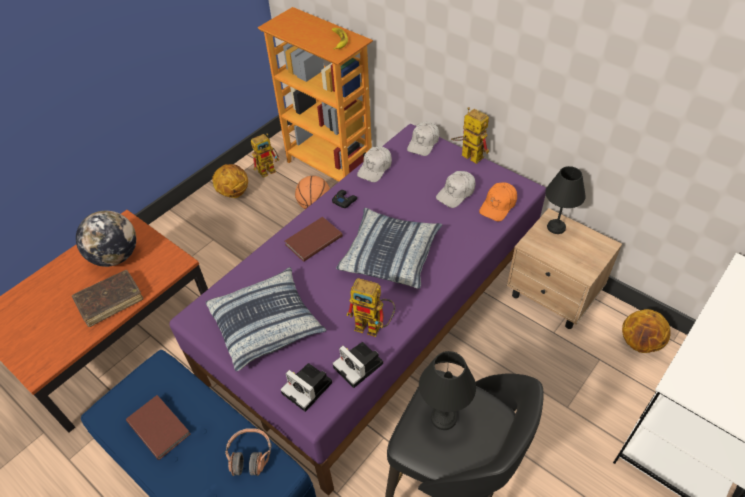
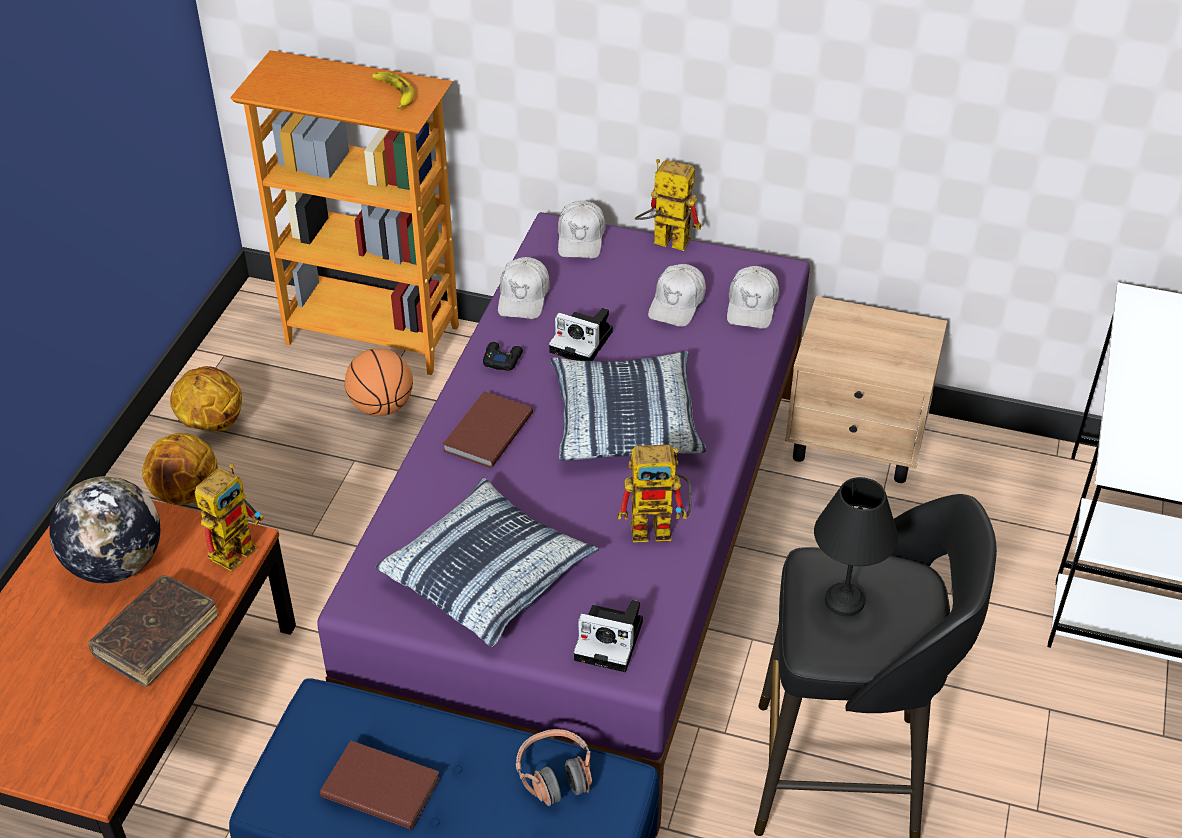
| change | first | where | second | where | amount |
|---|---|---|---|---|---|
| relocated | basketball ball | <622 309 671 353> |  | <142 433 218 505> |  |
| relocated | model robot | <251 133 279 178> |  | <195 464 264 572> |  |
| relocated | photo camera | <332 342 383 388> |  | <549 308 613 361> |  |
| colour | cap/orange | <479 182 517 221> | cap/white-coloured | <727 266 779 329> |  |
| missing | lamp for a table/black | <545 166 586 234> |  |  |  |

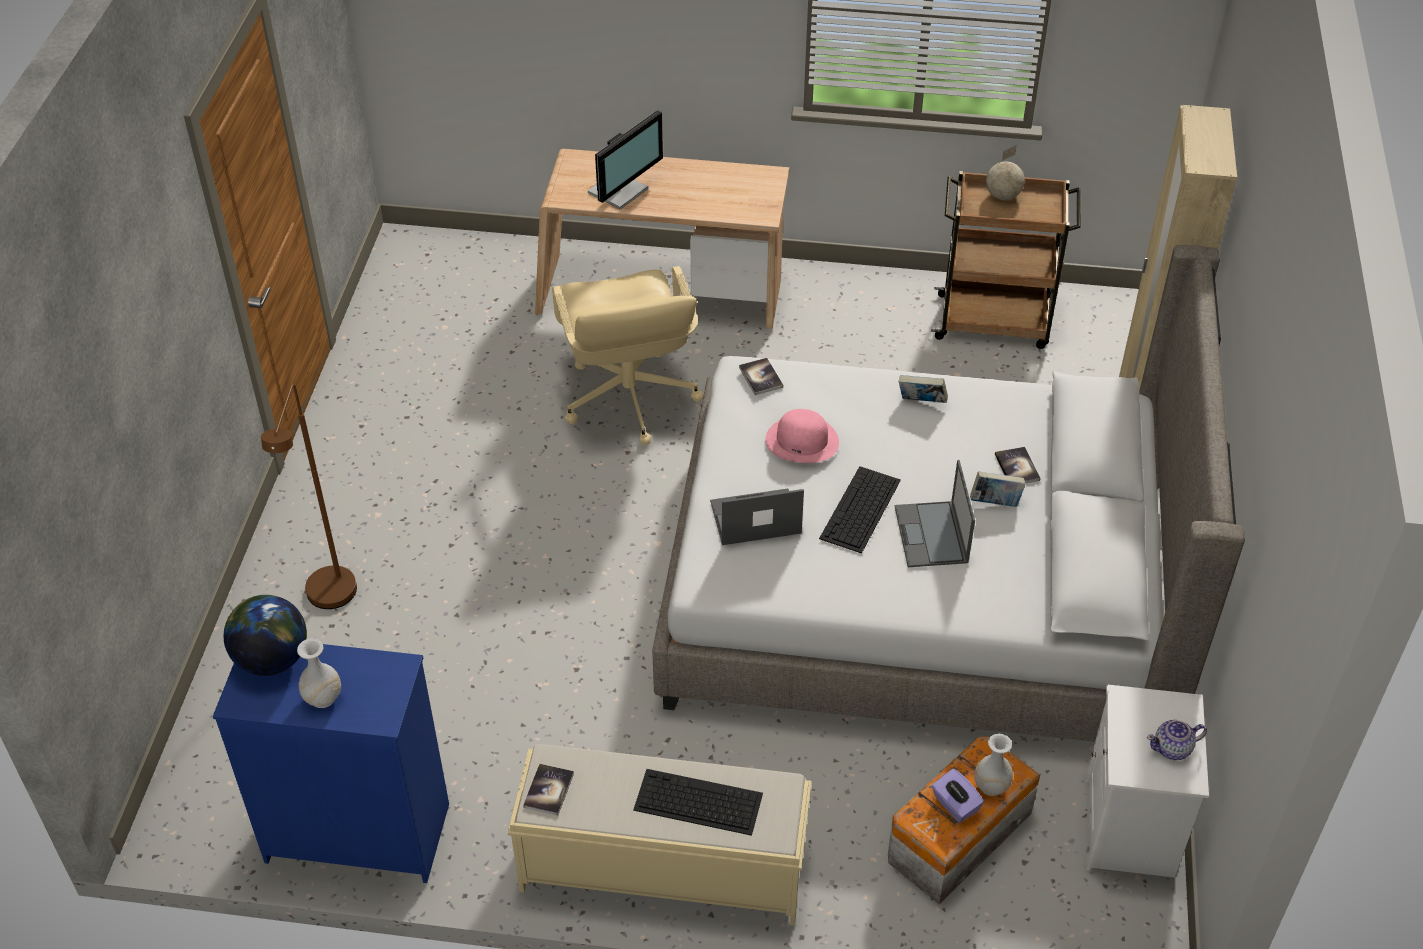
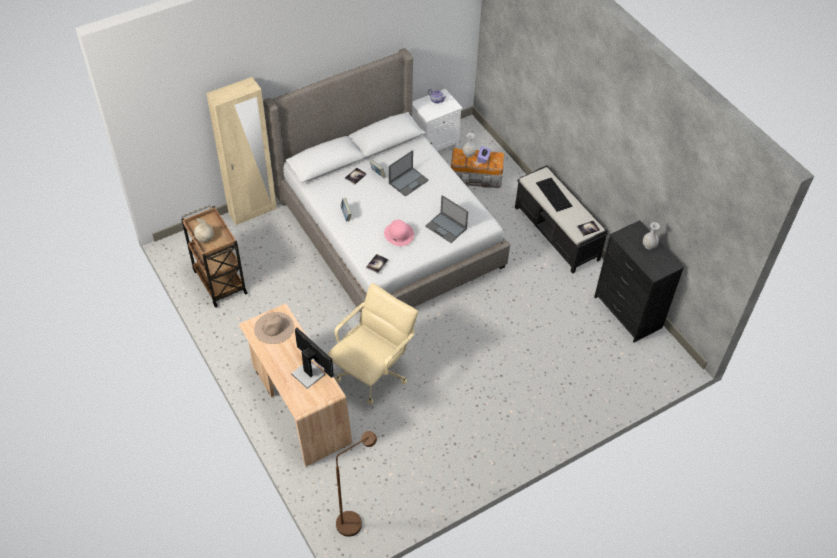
| change | first | where | second | where | amount |
|---|---|---|---|---|---|
| appeared |  |  | wearable hat/sand-coloured | <254 312 294 344> |  |
| spun | monitor | <588 110 663 209> |  | <291 328 334 389> | 45 degrees clockwise |
| relocated | standard lamp/brownish | <261 384 357 609> |  | <336 431 377 537> |  |
| colour | indoor bench/sand-coloured | <507 744 811 926> | indoor bench/black | <515 165 608 274> |  |
| colour | drawer chest/blue | <213 644 449 883> | drawer chest/black | <594 220 685 343> |  |
| missing | globe | <223 595 307 676> |  |  |  |
| missing | keyboard | <819 466 901 554> |  |  |  |

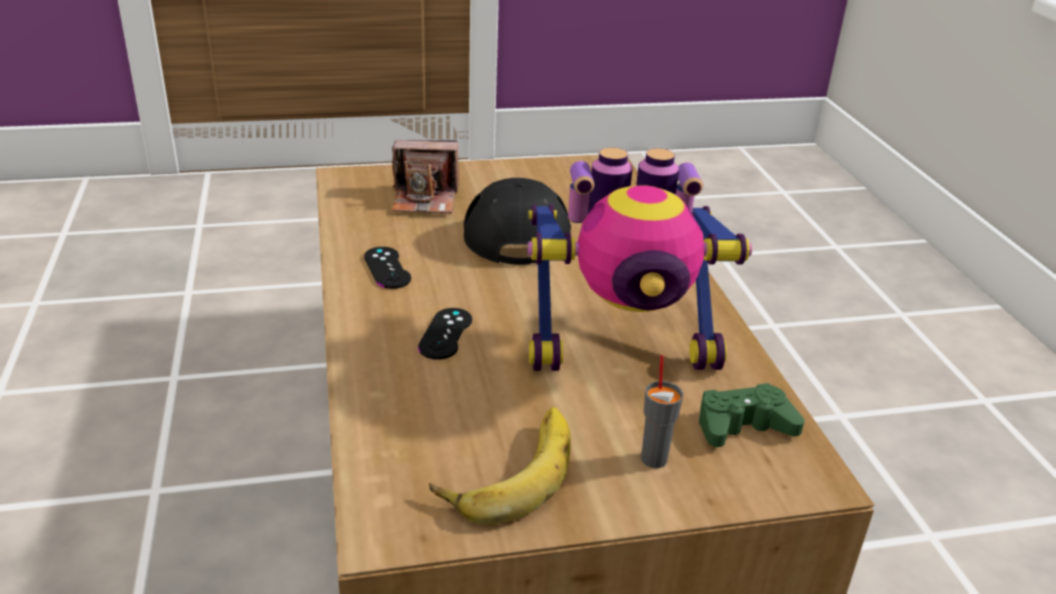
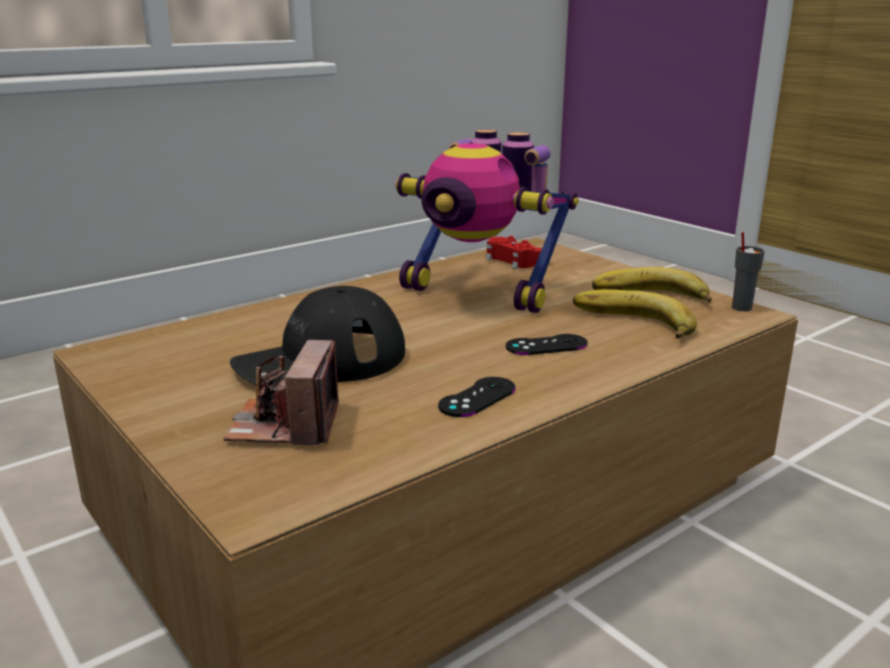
| change | first | where | second | where | amount |
|---|---|---|---|---|---|
| spun | photo camera | <392 140 459 214> |  | <223 340 339 445> | 150 degrees counterclockwise |
| spun | model robot | <528 147 752 371> |  | <395 129 579 313> | 150 degrees clockwise |
| colour | game controller/green-coloured | <699 383 805 447> | game controller/red-coloured | <486 236 542 269> |  |
| appeared |  |  | whole banana | <573 289 697 339> |  |
| relocated | small cup/greyish | <641 355 683 468> |  | <732 232 765 311> |  |

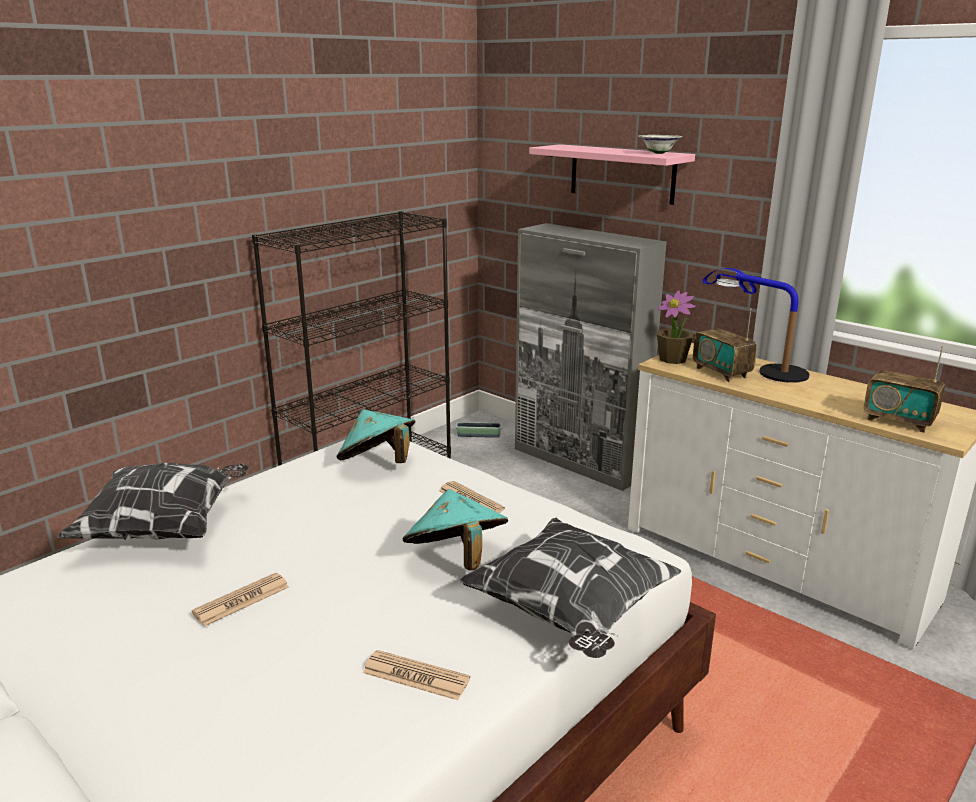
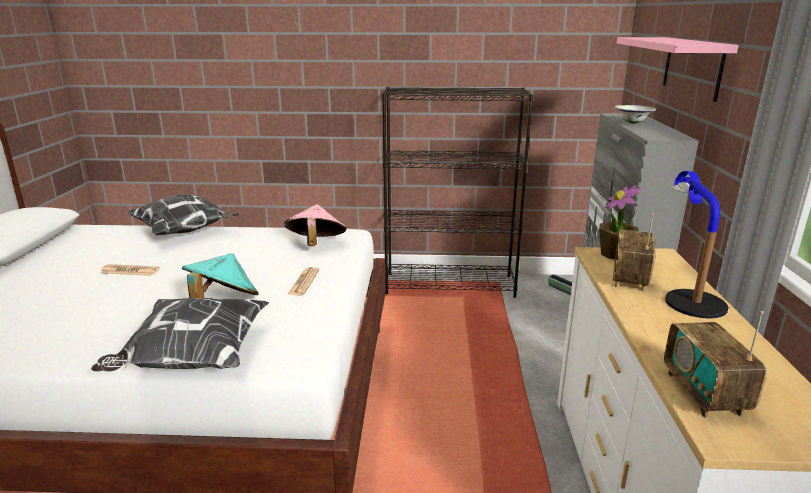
| change | first | where | second | where | amount |
|---|---|---|---|---|---|
| colour | wearable hat/blue-green | <337 409 415 463> | wearable hat/pinkish | <284 204 347 246> |  |
| relocated | deep dish/white-coloured | <639 135 682 154> |  | <615 105 656 123> |  |
| missing | newspaper | <363 650 470 700> |  |  |  |

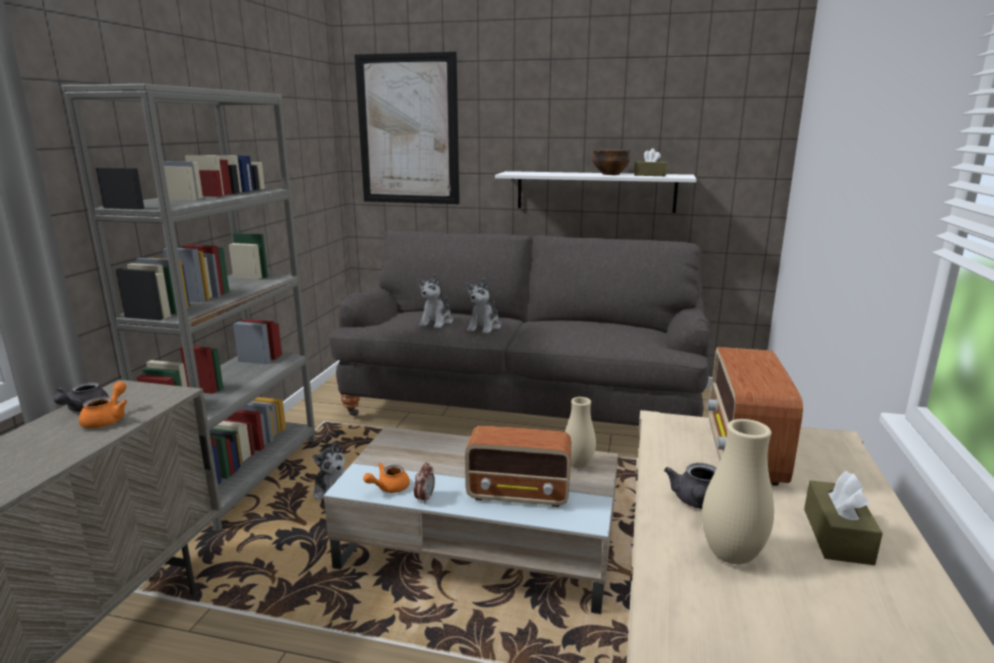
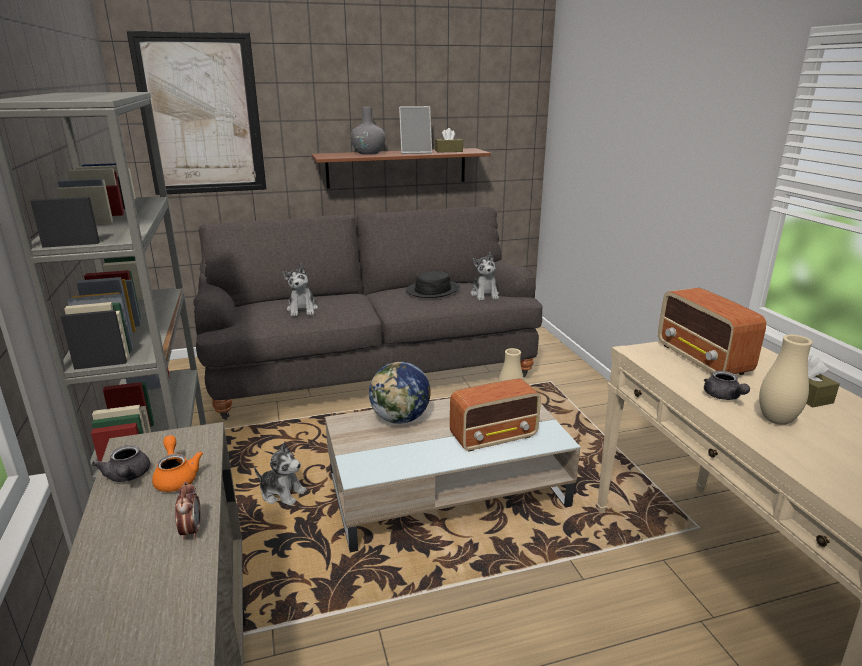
| change | first | where | second | where | amount |
|---|---|---|---|---|---|
| relocated | alarm clock | <414 463 435 504> |  | <175 482 201 539> |  |
| colour | wall shelf/white-coloured | <495 171 697 213> | wall shelf/brownish | <312 148 491 189> |  |
| appeared |  |  | decorative vase/greyish | <350 107 386 155> |  |
| appeared |  |  | globe | <369 362 431 424> |  |
| exchanged | deep dish | <592 149 630 175> | picture frame | <399 106 432 154> |  |
| appeared |  |  | wearable hat/black | <406 271 460 298> |  |
| relocated | plush toy | <466 278 501 333> |  | <471 252 499 301> |  |
| missing | teapot/orange | <363 462 410 493> |  |  |  |

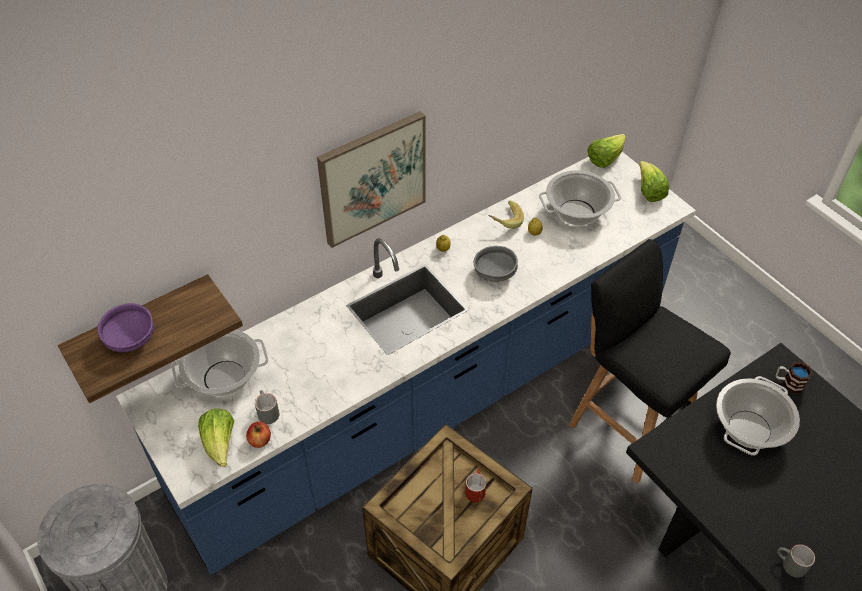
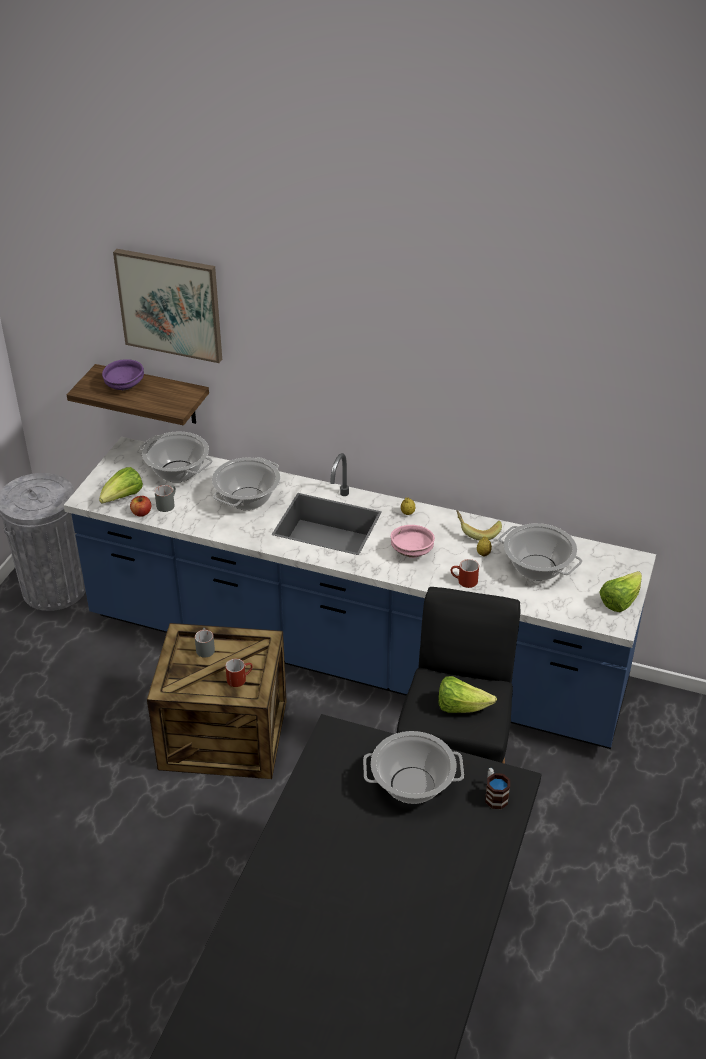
| change | first | where | second | where | amount |
|---|---|---|---|---|---|
| relocated | wall picture | <317 111 426 248> |  | <113 249 222 363> |  |
| relocated | mug/greyish | <777 544 815 578> |  | <195 628 215 658> |  |
| appeared |  |  | cooking pot | <212 457 280 510> |  |
| colour | deep dish/greyish | <474 246 518 282> | deep dish/pinkish | <391 525 435 558> |  |
| relocated | head of lettuce | <587 134 626 168> |  | <438 676 497 713> |  |
| appeared |  |  | mug/red-coloured | <451 559 479 588> |  |

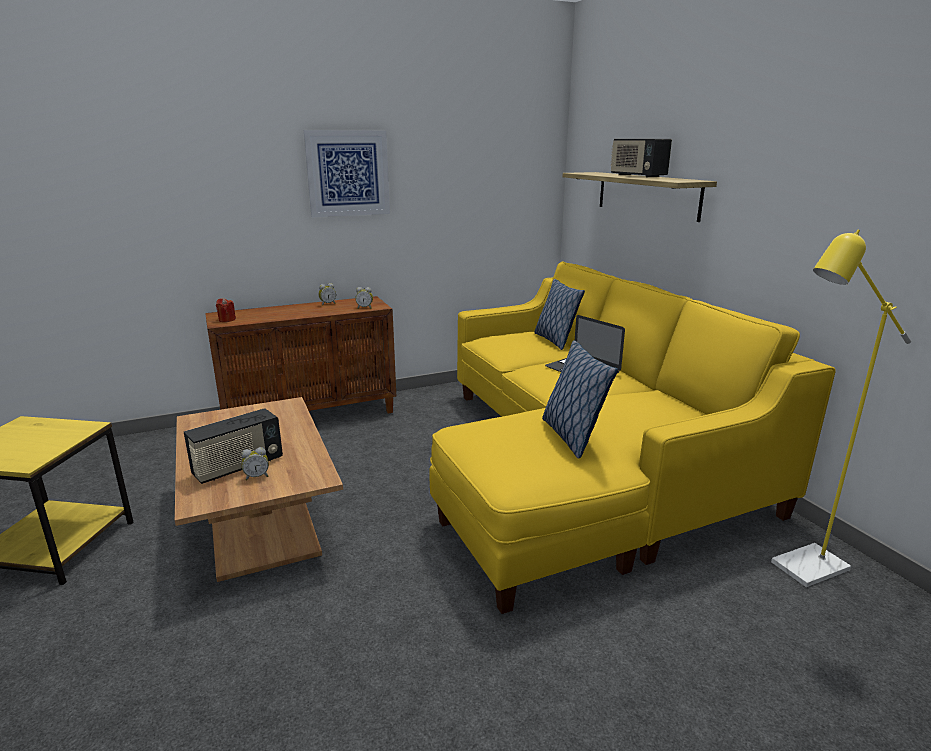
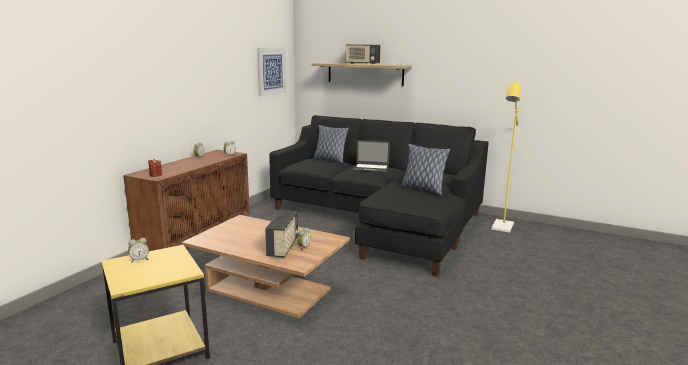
| change | first | where | second | where | amount |
|---|---|---|---|---|---|
| appeared |  |  | alarm clock | <128 238 149 263> |  |
| relocated | wall picture | <304 130 390 217> |  | <257 48 287 97> |  |
| colour | sofa/yellowish | <430 262 836 614> | sofa/black | <269 115 489 276> |  |

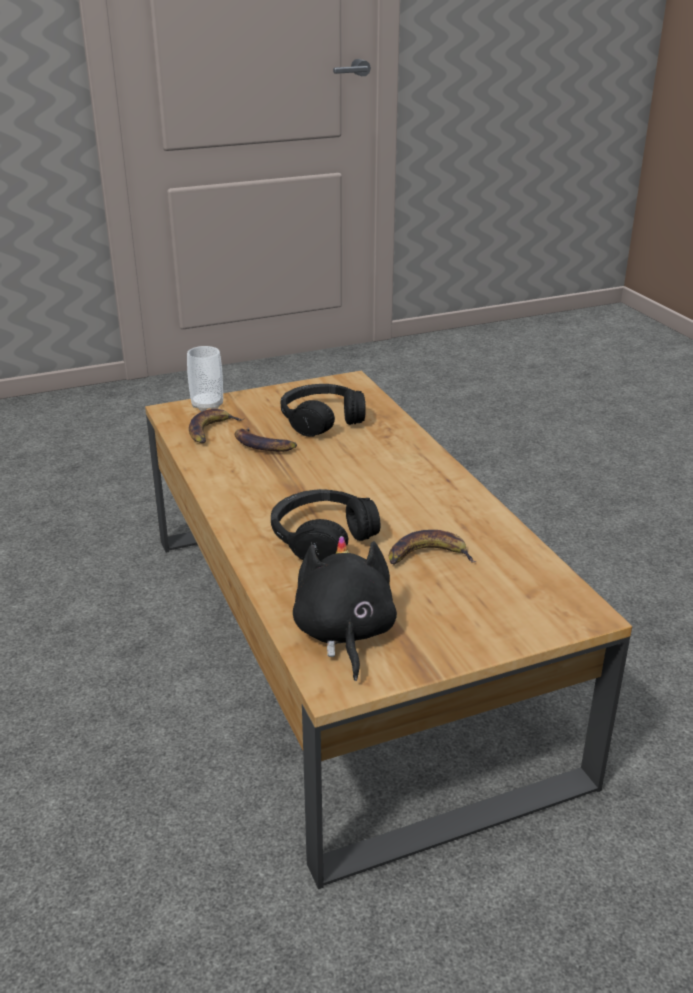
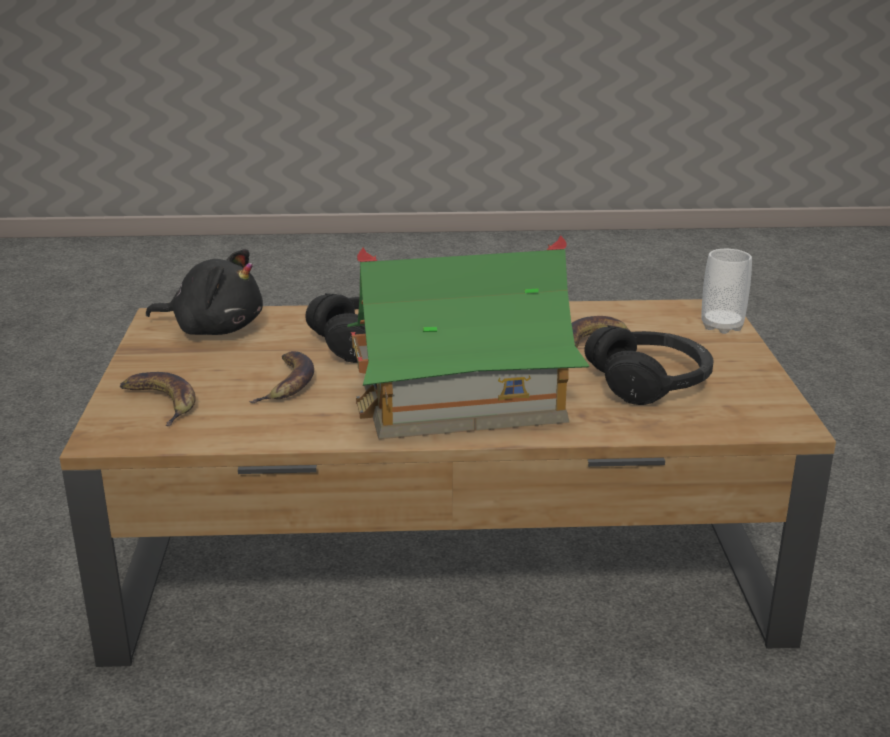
| change | first | where | second | where | amount |
|---|---|---|---|---|---|
| relocated | whole banana | <189 409 243 444> |  | <120 372 195 426> |  |
| appeared |  |  | miniature house | <347 235 590 439> |  |

